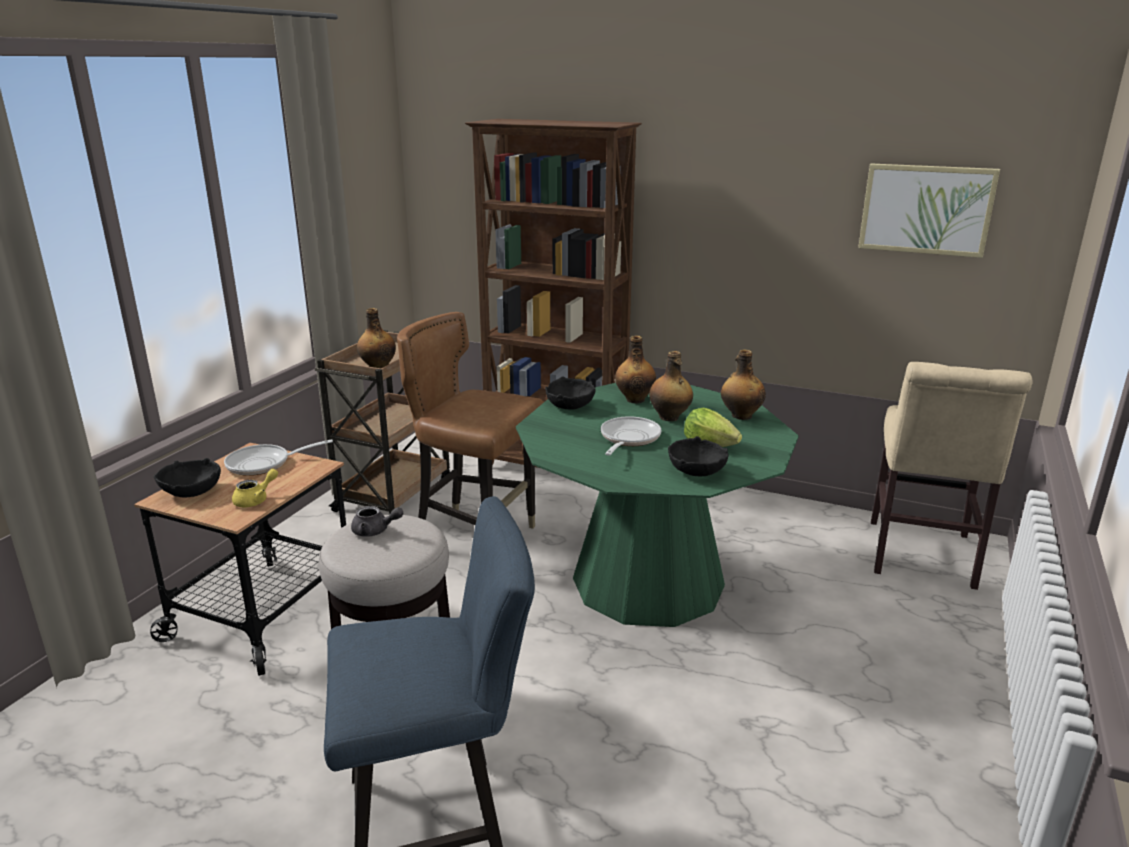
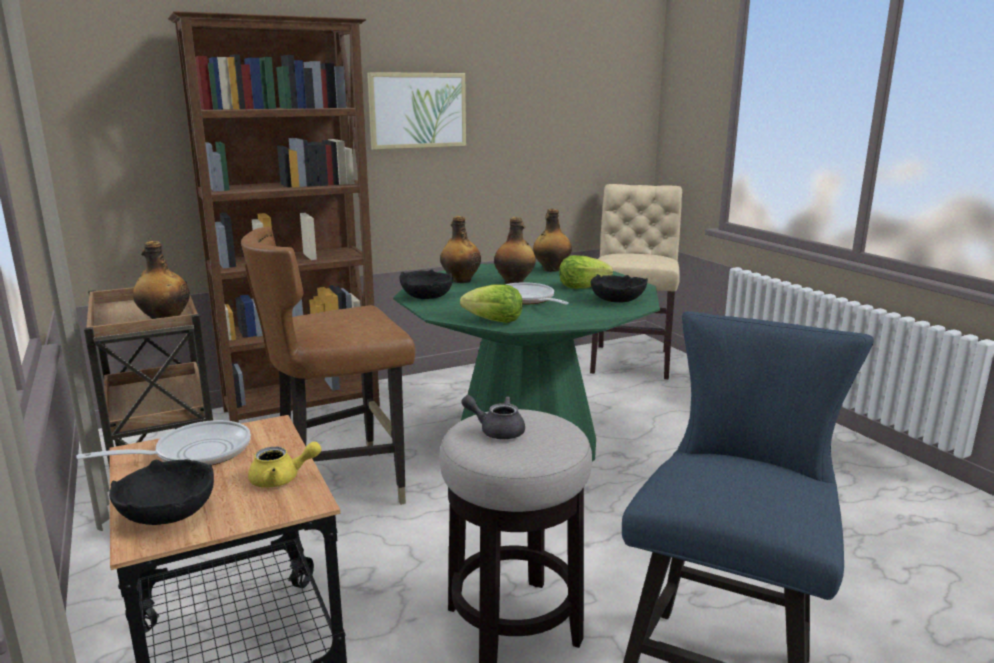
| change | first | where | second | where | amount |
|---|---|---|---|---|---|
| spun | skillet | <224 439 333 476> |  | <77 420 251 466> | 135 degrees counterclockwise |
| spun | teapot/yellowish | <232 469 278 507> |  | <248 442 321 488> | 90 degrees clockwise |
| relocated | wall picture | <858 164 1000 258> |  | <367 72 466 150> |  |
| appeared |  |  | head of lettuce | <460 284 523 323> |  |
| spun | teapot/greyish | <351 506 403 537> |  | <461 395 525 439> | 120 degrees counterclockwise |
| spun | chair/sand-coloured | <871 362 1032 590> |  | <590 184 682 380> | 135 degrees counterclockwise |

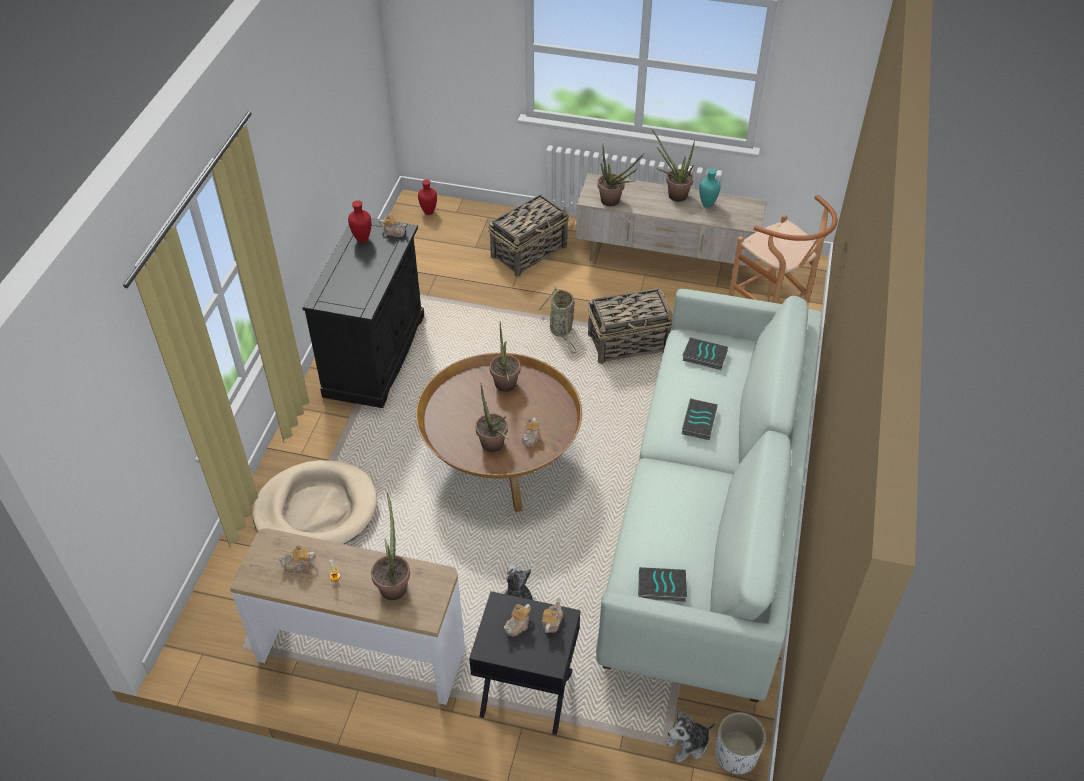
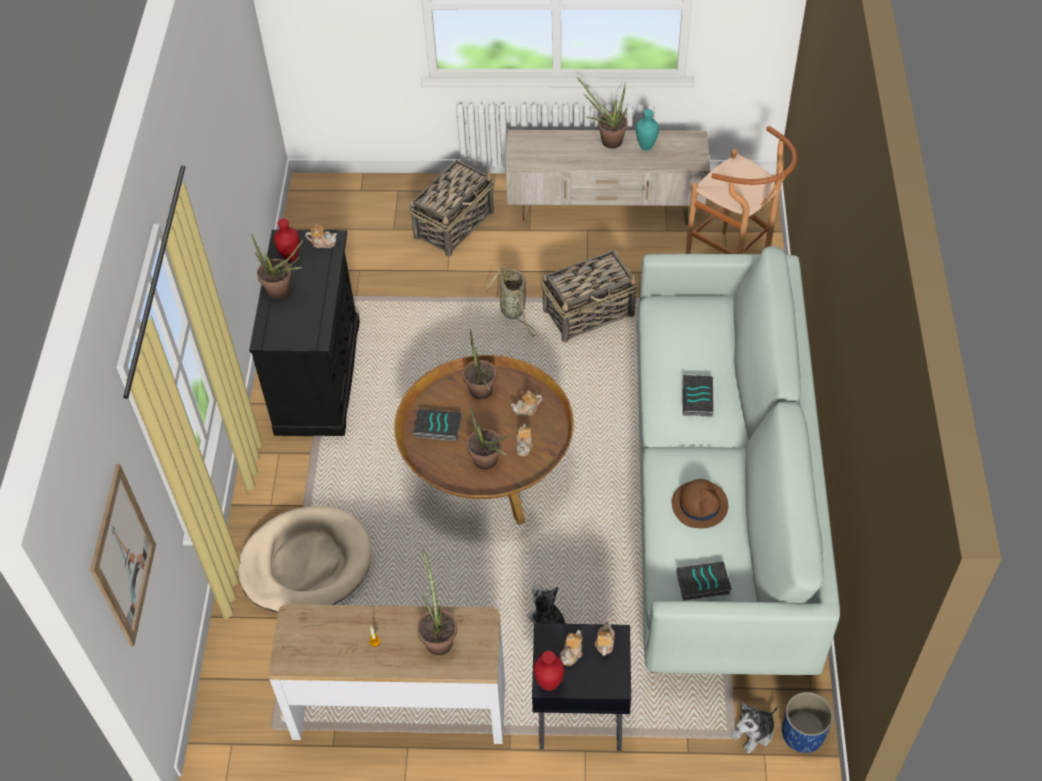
| change | first | where | second | where | amount |
|---|---|---|---|---|---|
| appeared |  |  | wall picture | <90 464 156 646> |  |
| relocated | potted plant | <598 146 644 206> |  | <251 233 304 299> |  |
| relocated | bound book | <682 337 728 370> |  | <413 409 462 441> |  |
| relocated | teapot | <277 545 316 573> |  | <510 390 542 417> |  |
| relocated | decorative vase/red-coloured | <418 180 437 215> |  | <533 651 564 691> |  |
| appeared |  |  | wearable hat/brownish | <672 479 728 528> |  |
| colour | plant pot/white-coloured | <715 712 766 774> | plant pot/blue | <782 692 833 753> |  |

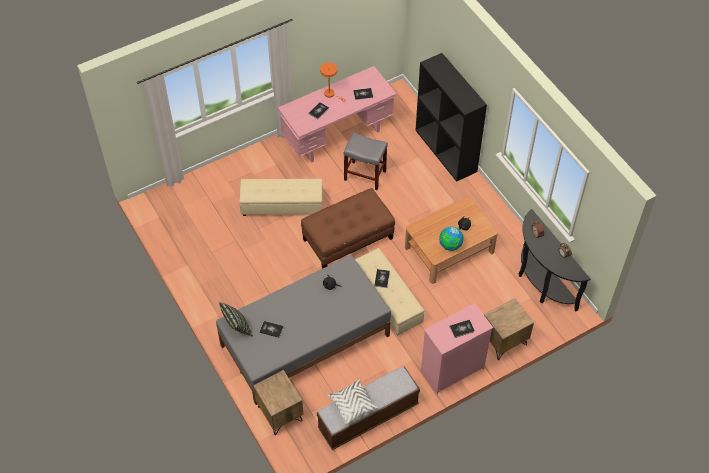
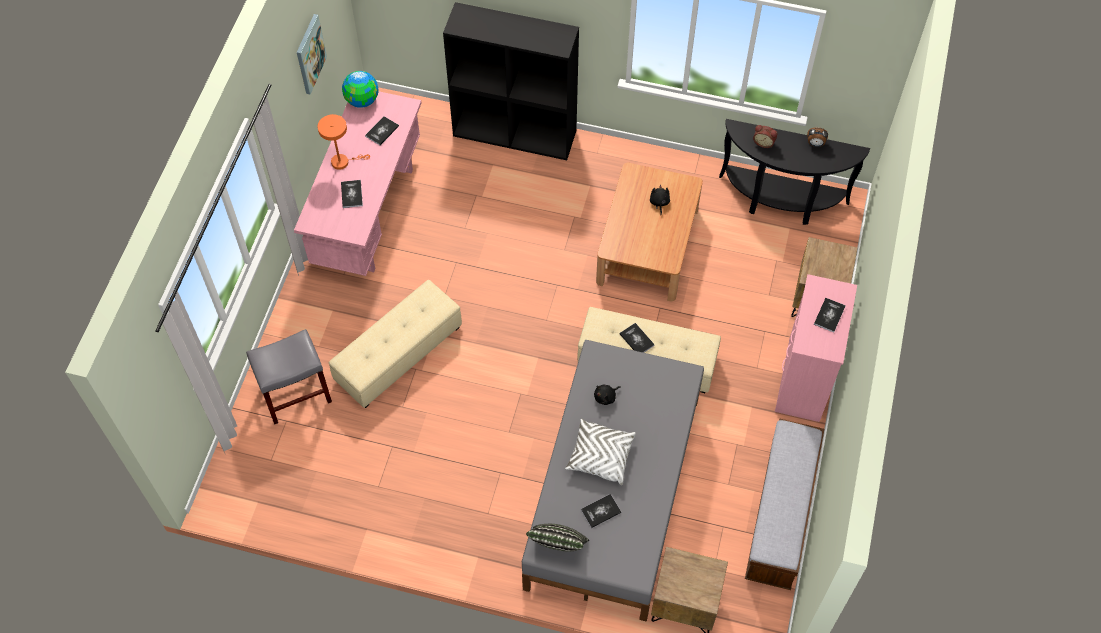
| change | first | where | second | where | amount |
|---|---|---|---|---|---|
| relocated | stool/greyish | <344 132 388 190> |  | <246 329 332 425> |  |
| appeared |  |  | wall picture | <297 14 327 95> |  |
| relocated | globe | <439 227 463 251> |  | <342 71 379 108> |  |
| relocated | cushion/white-coloured | <328 379 378 426> |  | <565 419 636 485> |  |
| missing | ottoman/brownish | <301 188 395 269> |  |  |  |

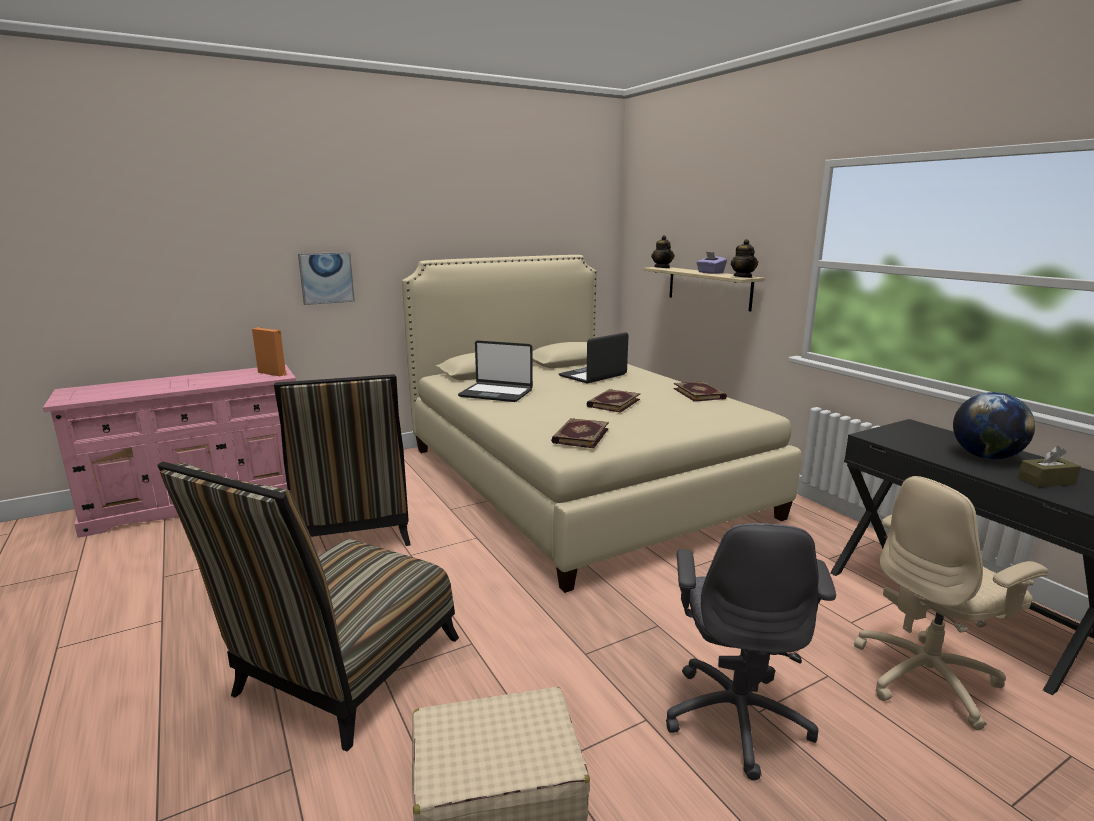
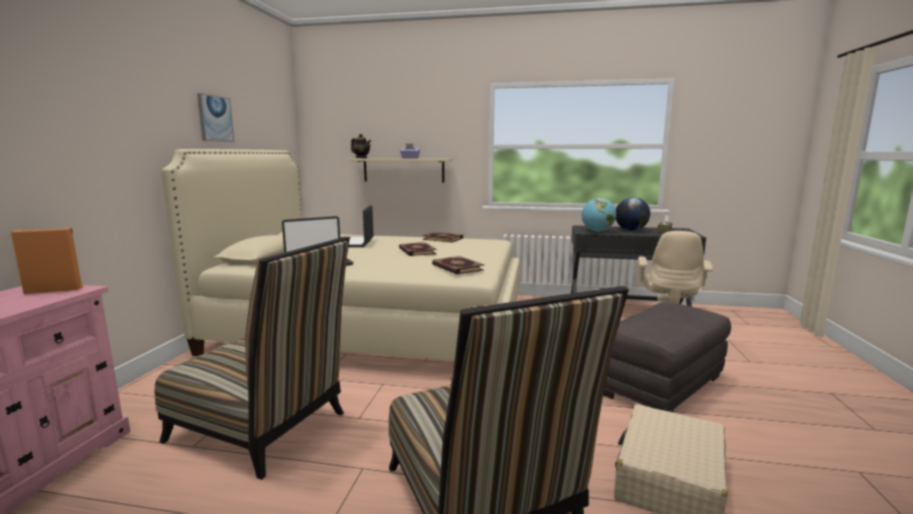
| change | first | where | second | where | amount |
|---|---|---|---|---|---|
| relocated | wall picture | <298 252 355 305> |  | <197 93 234 142> |  |
| appeared |  |  | globe | <582 198 616 232> |  |
| exchanged | computer chair/greyish | <666 523 836 781> | ottoman/greyish | <603 302 731 412> |  |
| missing | teapot | <731 239 758 278> |  |  |  |

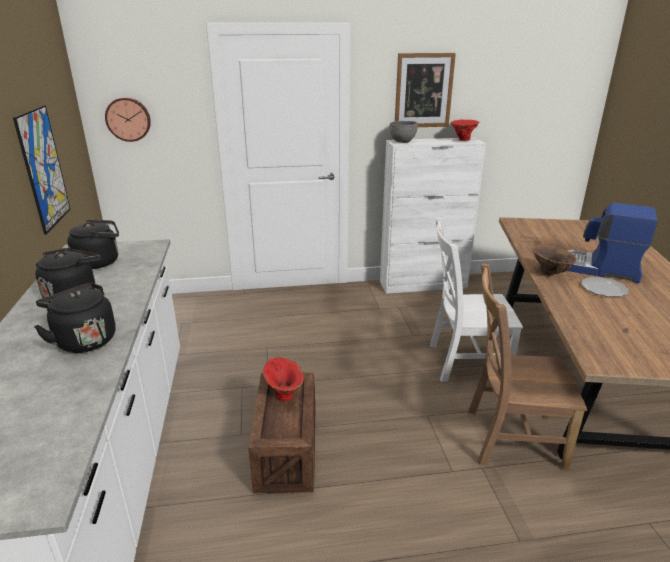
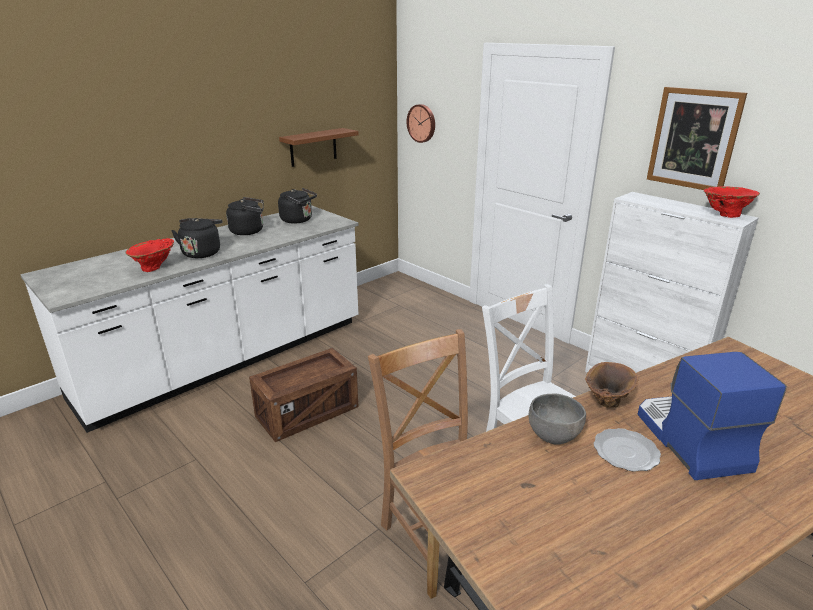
| change | first | where | second | where | amount |
|---|---|---|---|---|---|
| relocated | decorative vase/red-coloured | <263 357 304 402> |  | <125 238 174 272> |  |
| exchanged | wall picture | <13 105 70 235> | wall shelf/brownish | <279 128 359 167> |  |
| relocated | deep dish/greyish | <389 121 418 143> |  | <529 394 586 445> |  |

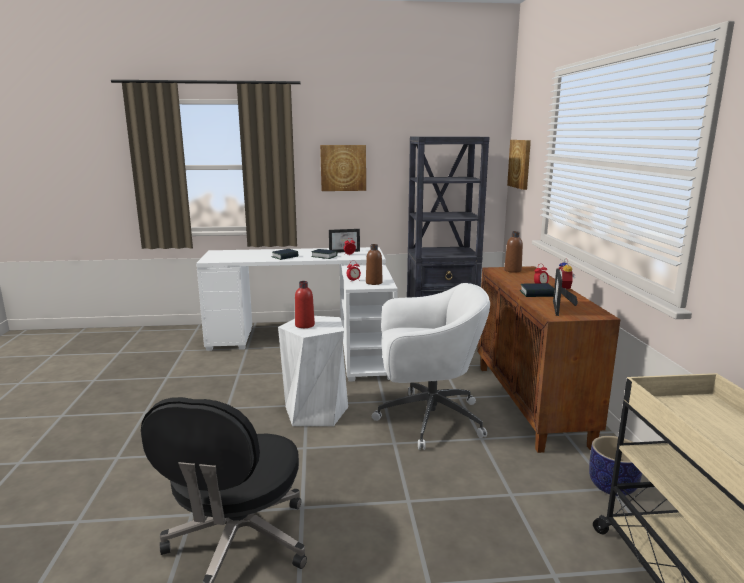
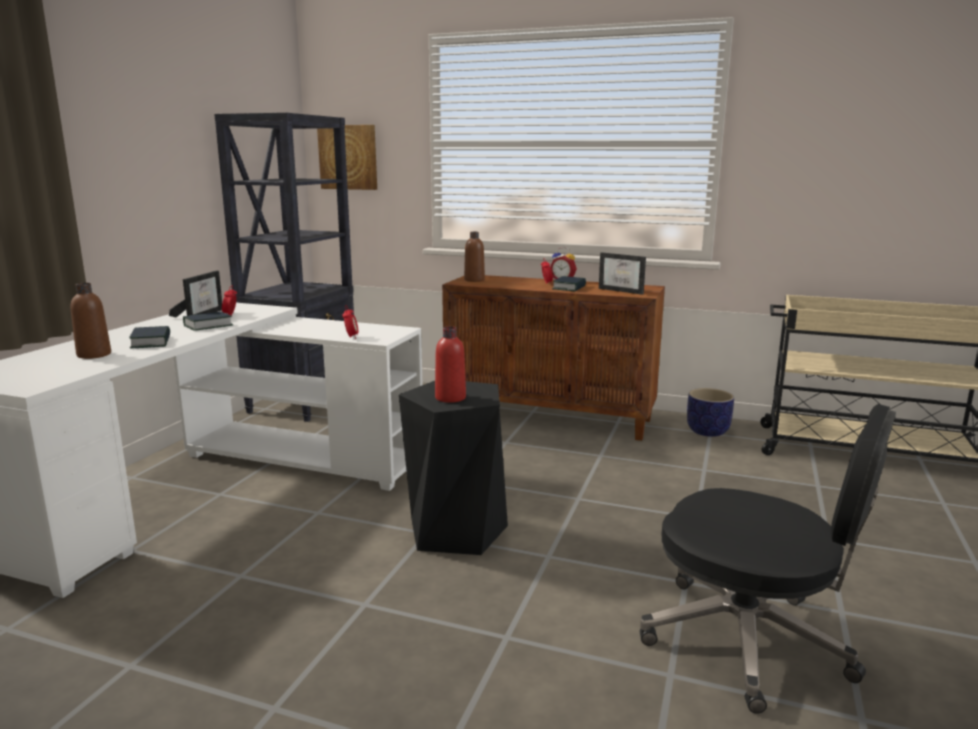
| change | first | where | second | where | amount |
|---|---|---|---|---|---|
| relocated | bottle/brownish | <366 244 383 285> |  | <71 283 111 359> |  |
| colour | stool/white-coloured | <278 316 348 426> | stool/black | <399 381 508 555> |  |
| missing | wall picture | <320 145 366 191> |  |  |  |
| missing | computer chair/white-coloured | <372 283 490 450> |  |  |  |

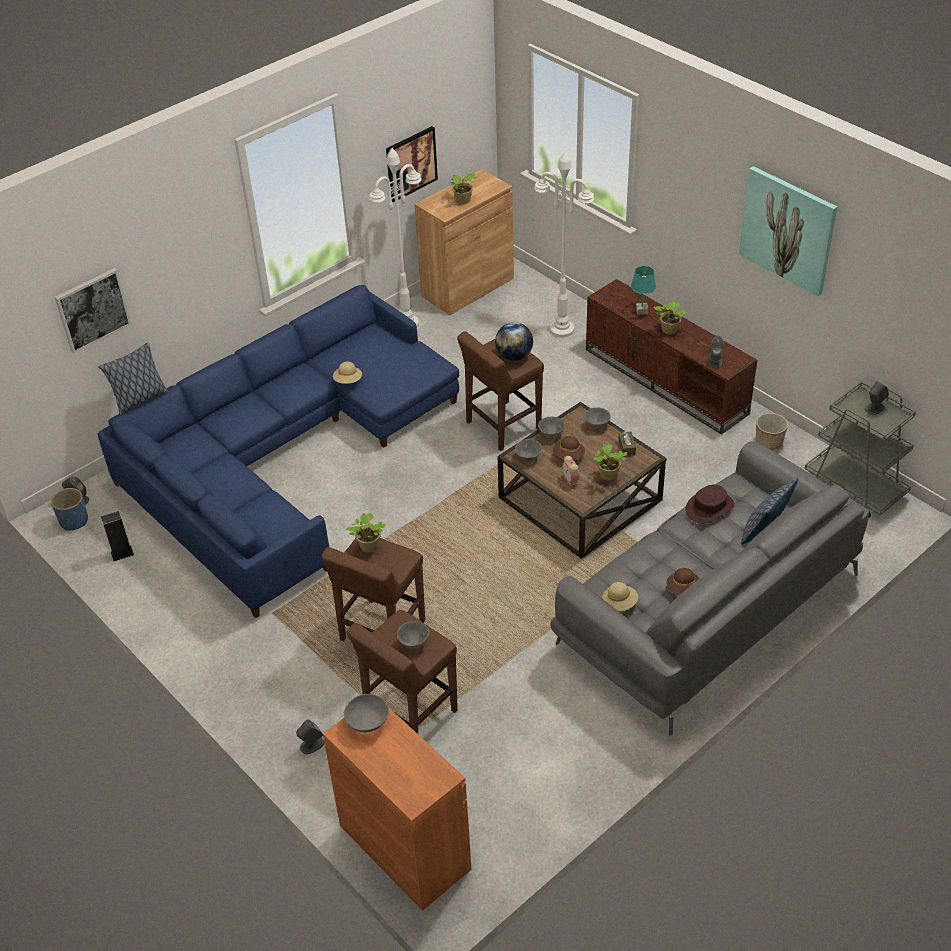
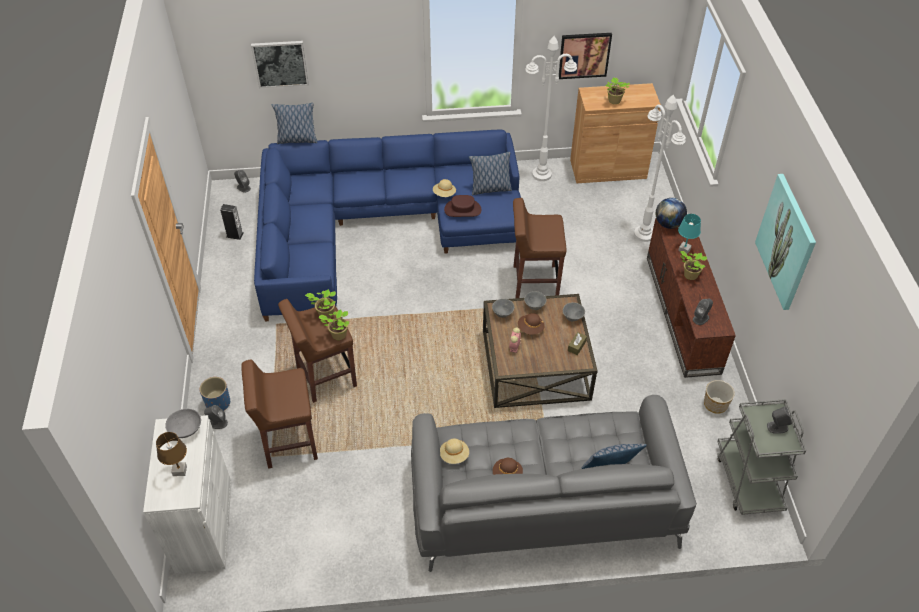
| change | first | where | second | where | amount |
|---|---|---|---|---|---|
| colour | storage cabinet/orange | <323 708 472 911> | storage cabinet/white-coloured | <143 415 231 574> |  |
| appeared |  |  | lamp for a table/brownish | <156 432 187 476> |  |
| relocated | plant pot/blue | <51 488 88 531> |  | <199 377 230 411> |  |
| relocated | potted plant | <593 444 627 481> |  | <318 309 350 340> |  |
| relocated | wearable hat/brownish | <685 485 735 524> |  | <444 195 481 217> |  |
| appeared |  |  | cushion | <469 151 512 196> |  |
| relocated | globe | <495 322 533 361> |  | <656 198 687 229> |  |
| missing | deep dish/greyish | <397 621 429 648> |  |  |  |

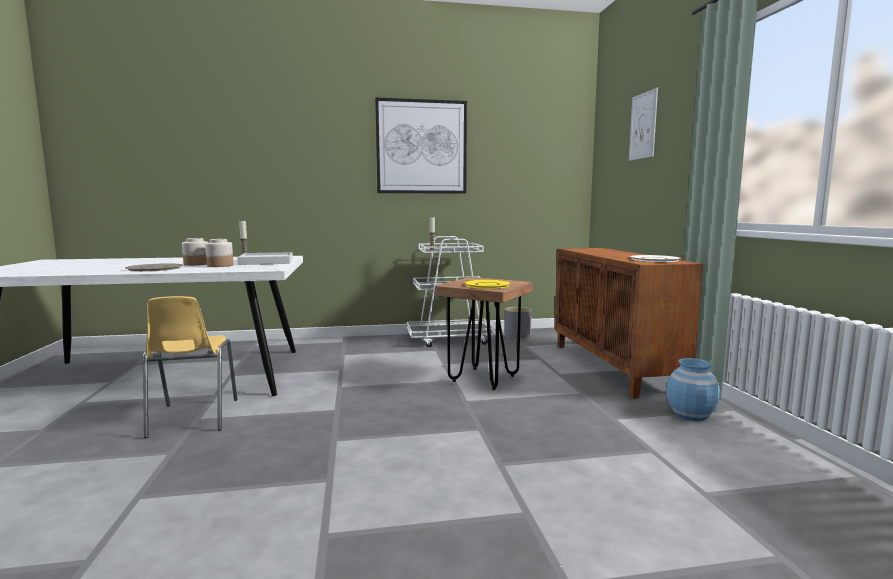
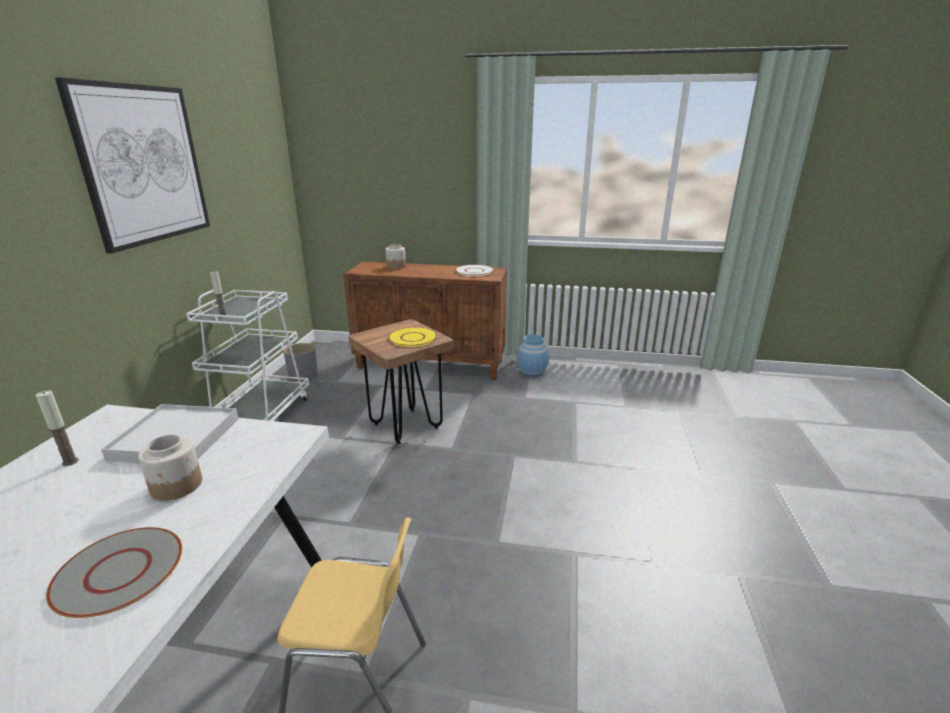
| change | first | where | second | where | amount |
|---|---|---|---|---|---|
| relocated | jar | <182 238 208 266> |  | <385 244 406 269> |  |
| missing | wall picture | <629 88 658 161> |  |  |  |

